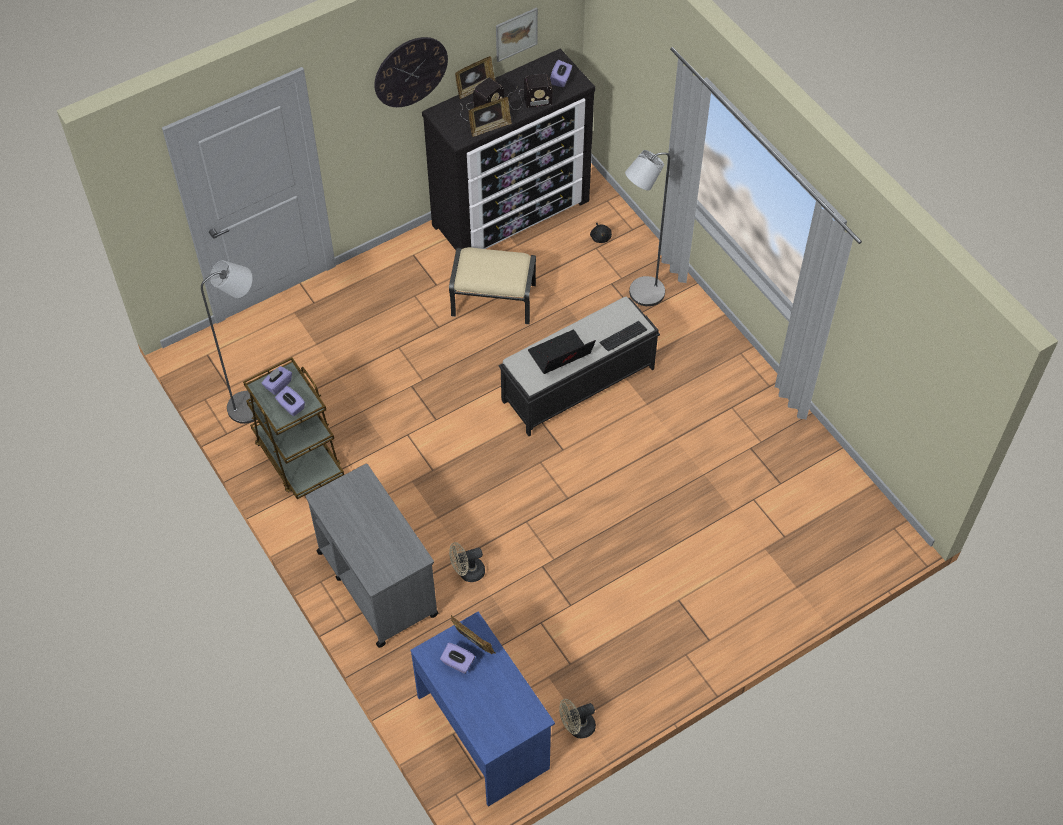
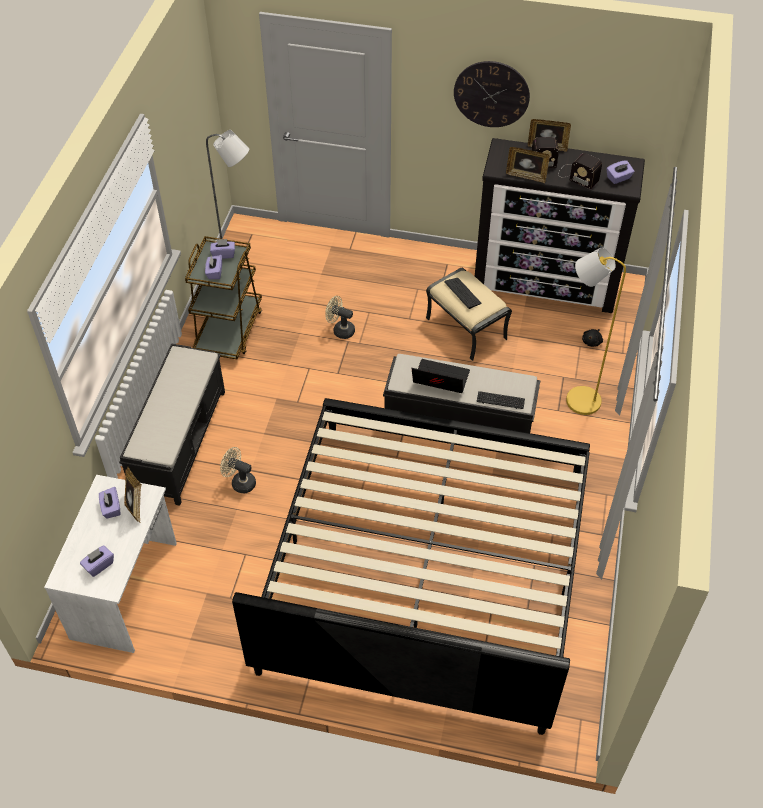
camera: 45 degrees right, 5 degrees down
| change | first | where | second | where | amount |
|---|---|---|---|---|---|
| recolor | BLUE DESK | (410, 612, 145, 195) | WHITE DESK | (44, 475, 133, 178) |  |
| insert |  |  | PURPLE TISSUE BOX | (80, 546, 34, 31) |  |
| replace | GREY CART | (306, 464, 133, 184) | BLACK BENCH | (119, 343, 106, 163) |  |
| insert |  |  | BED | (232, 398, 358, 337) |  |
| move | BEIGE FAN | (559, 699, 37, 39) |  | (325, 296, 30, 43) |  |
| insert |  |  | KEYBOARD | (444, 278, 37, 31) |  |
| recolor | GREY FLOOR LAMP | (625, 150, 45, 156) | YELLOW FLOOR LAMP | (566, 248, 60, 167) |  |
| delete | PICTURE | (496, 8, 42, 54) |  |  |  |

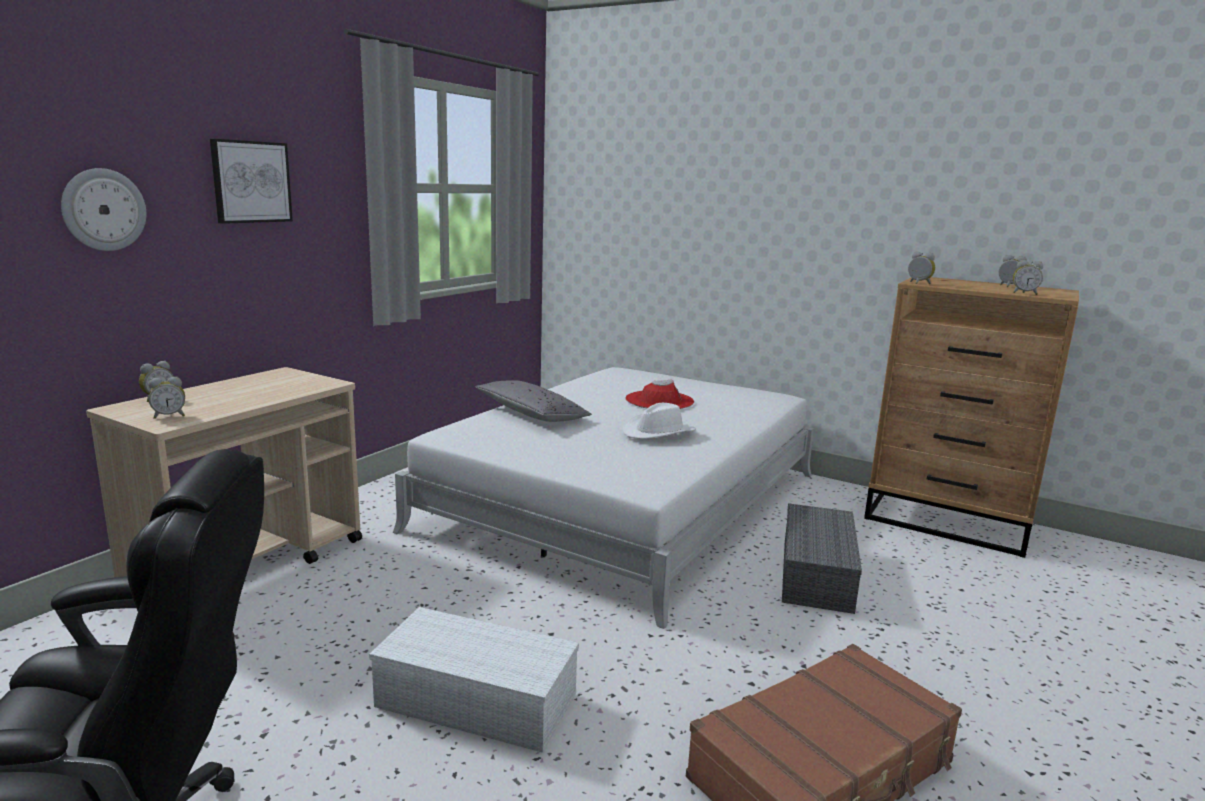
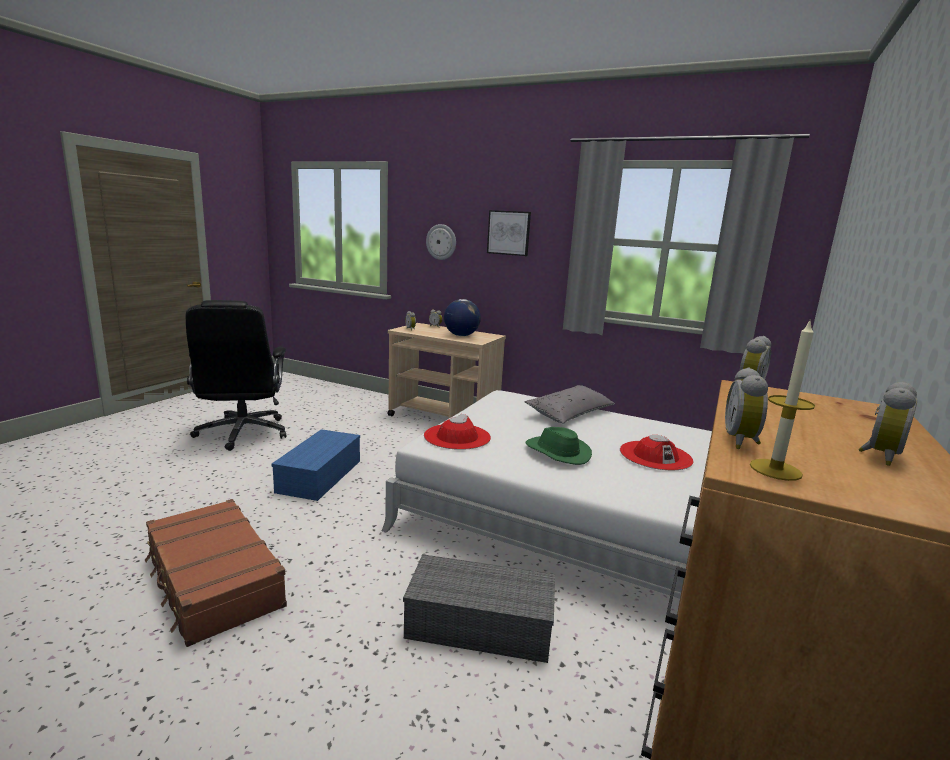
camera: 85 degrees right, 0 degrees up
| change | first | where | second | where | amount |
|---|---|---|---|---|---|
| recolor | WHITE STORAGE BOX | (369, 607, 210, 146) | BLUE STORAGE BOX | (271, 429, 89, 72) |  |
| insert |  |  | RED HAT | (424, 414, 67, 36) |  |
| insert |  |  | GLOBE | (444, 299, 37, 37) |  |
| recolor | WHITE HAT | (623, 403, 73, 36) | GREEN HAT | (526, 427, 66, 38) |  |
| insert |  |  | CANDLE | (750, 319, 65, 162) |  |

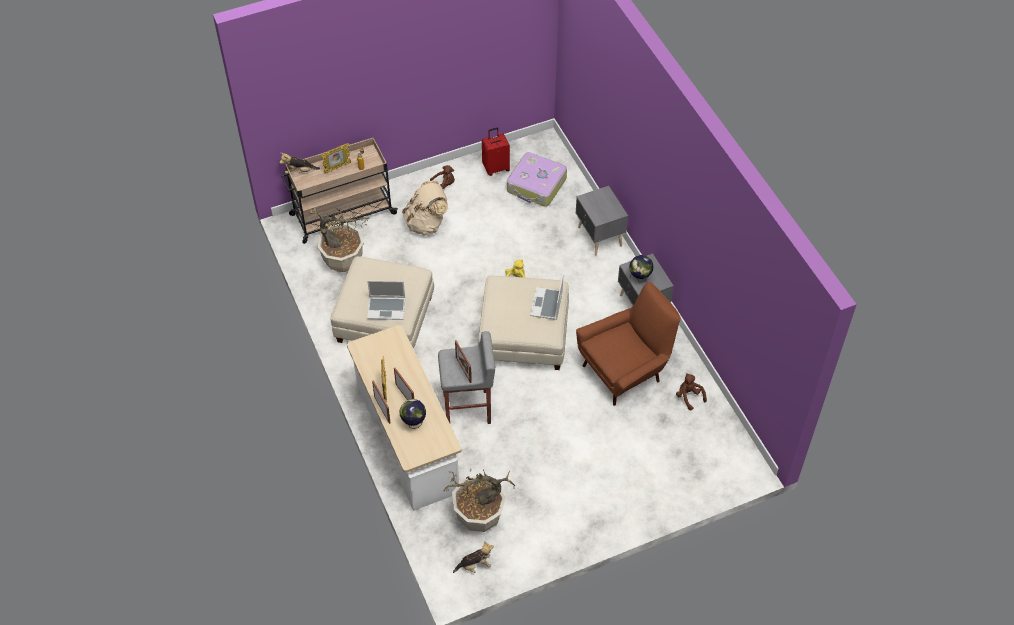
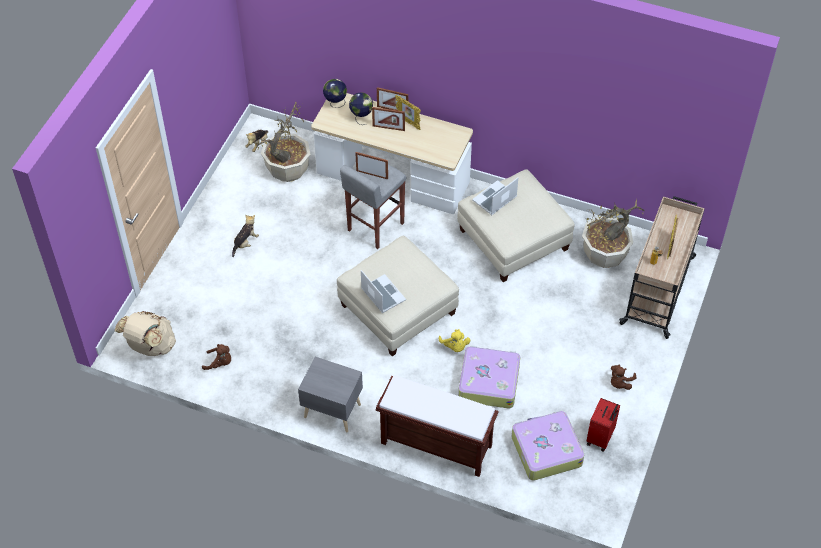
camera: 135 degrees right, 0 degrees up
| change | first | where | second | where | amount |
|---|---|---|---|---|---|
| move | BEIGE BACKPACK | (402, 181, 46, 55) |  | (115, 311, 61, 45) |  |
| move | PLUSH TOY | (279, 153, 41, 21) |  | (232, 215, 27, 42) |  |
| move | GLOBE | (629, 255, 24, 28) |  | (323, 79, 24, 29) |  |
| replace | GREY NIGHTSTAND | (576, 186, 52, 69) | BROWN BENCH | (376, 375, 123, 102) |  |
| insert |  |  | SUITCASE | (458, 346, 62, 62) |  |
| delete | BROWN ARMCHAIR | (576, 282, 105, 124) |  |  |  |

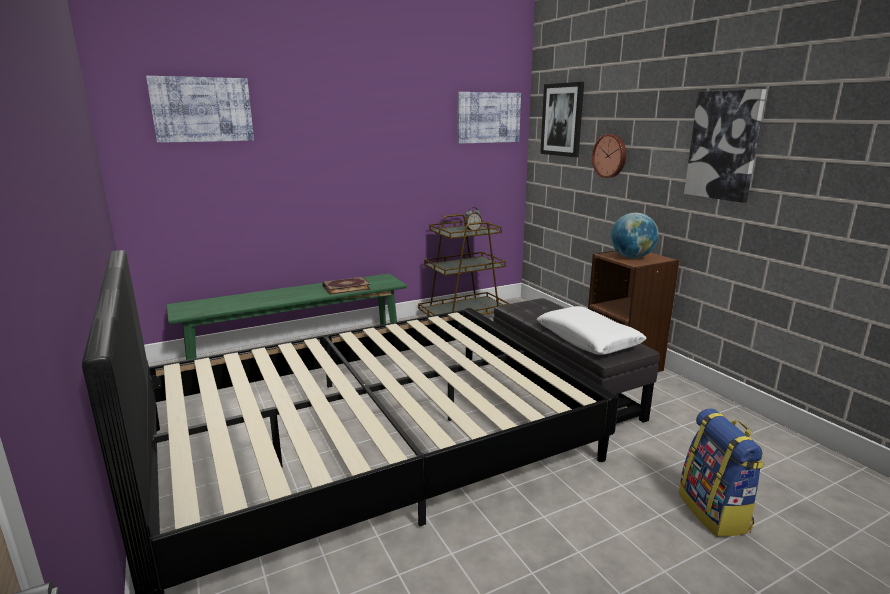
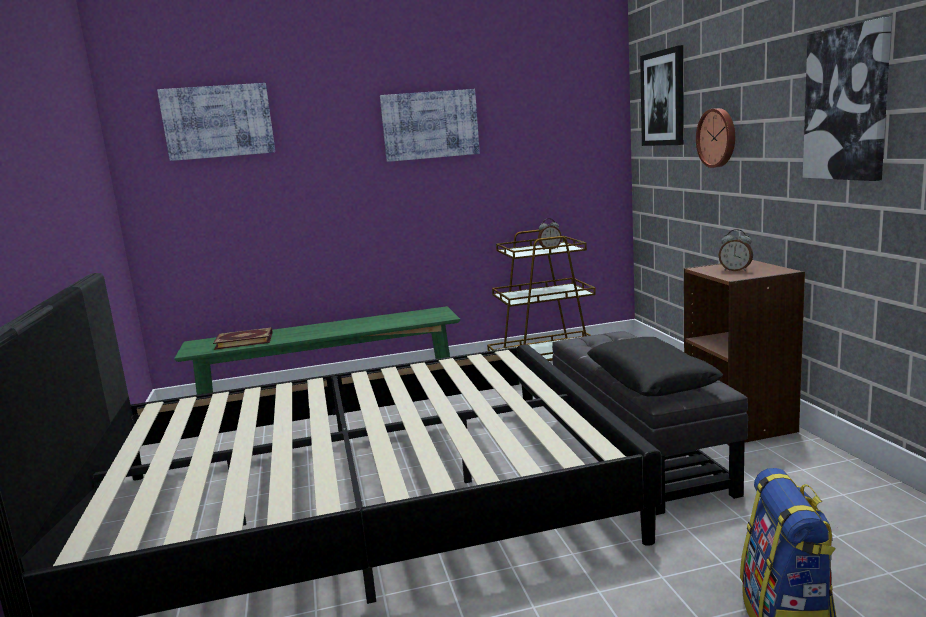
camera: 15 degrees right, 5 degrees down
| change | first | where | second | where | amount |
|---|---|---|---|---|---|
| move | BOOK | (323, 277, 48, 18) |  | (213, 327, 60, 23) |  |
| move | PICTURE | (457, 92, 64, 52) |  | (380, 89, 100, 73) |  |
| recolor | WHITE PILLOW | (537, 306, 110, 49) | BLACK PILLOW | (587, 337, 137, 59) |  |
| replace | GLOBE | (611, 213, 48, 45) | ALARM CLOCK | (719, 229, 34, 43) |  |

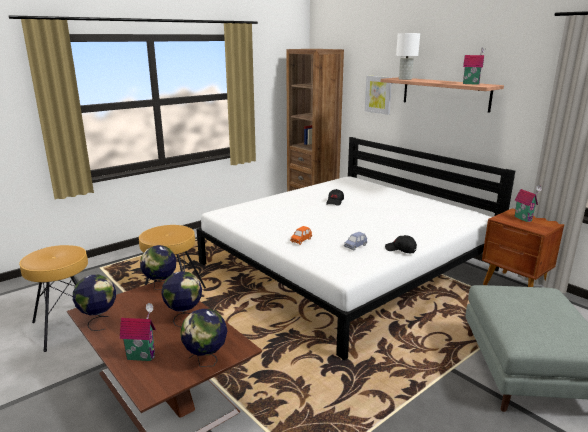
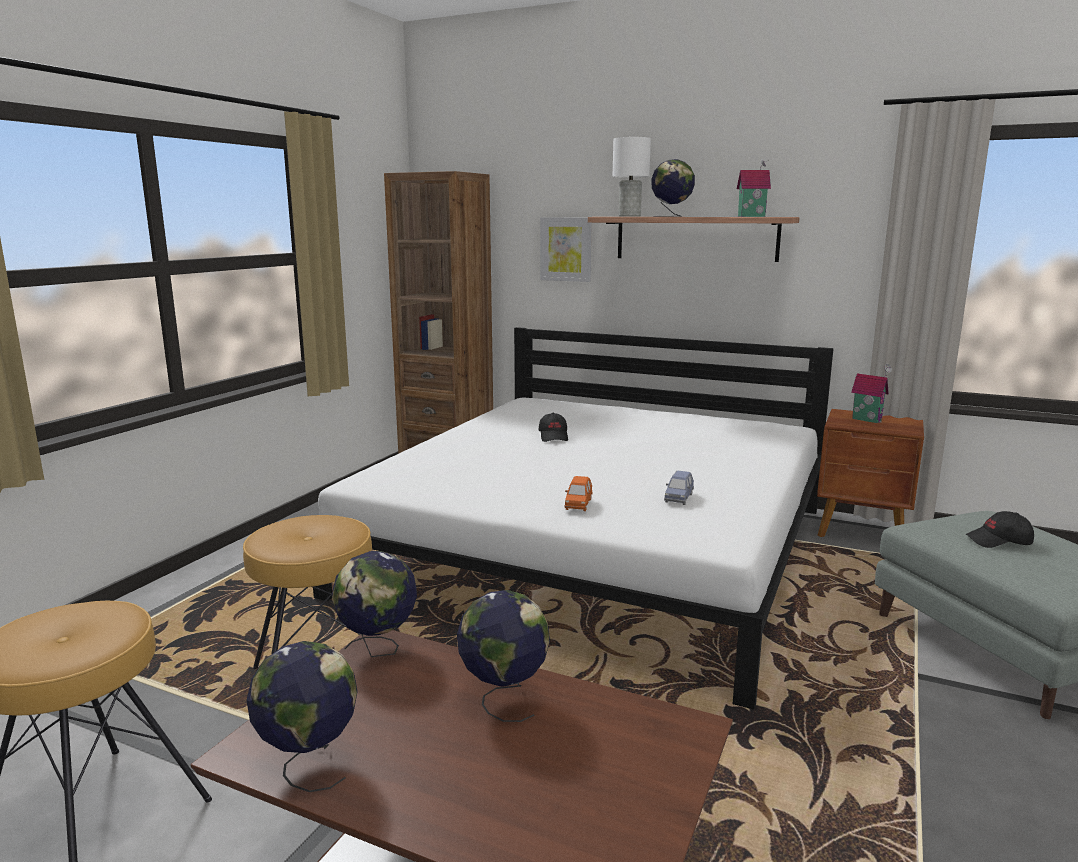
camera: 25 degrees left, 5 degrees down
| change | first | where | second | where | amount |
|---|---|---|---|---|---|
| move | GLOBE | (180, 309, 47, 58) |  | (651, 159, 44, 58) |  |
| move | BLACK CAP | (385, 235, 32, 18) |  | (965, 511, 69, 37) |  |
| delete | TOY HOUSE | (120, 303, 36, 58) |  |  |  |

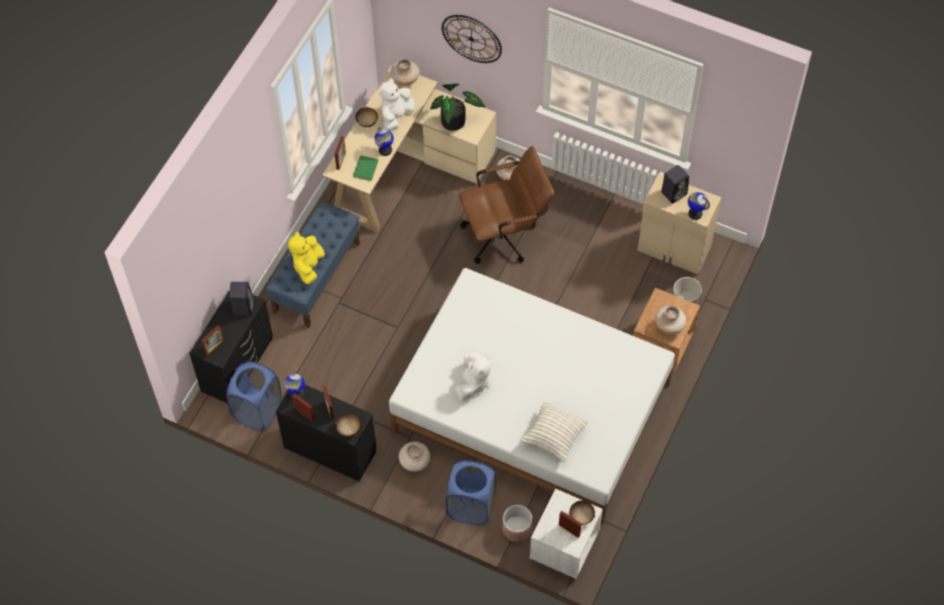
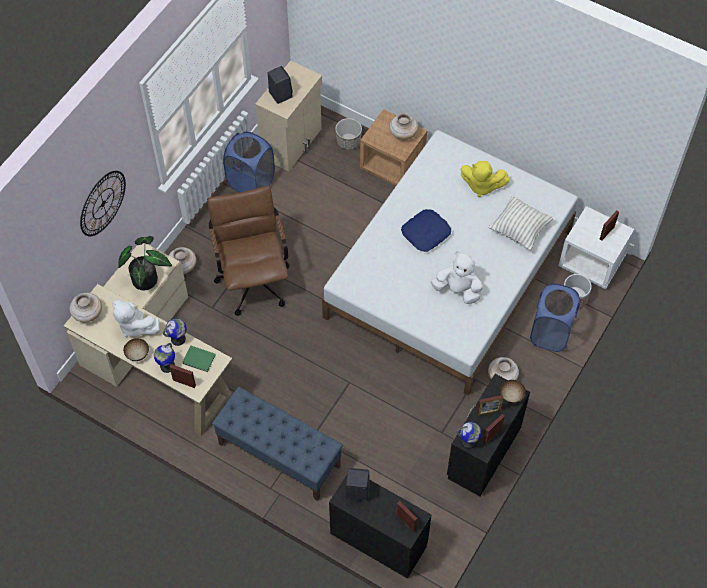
camera: 85 degrees left, 0 degrees up
| change | first | where | second | where | amount |
|---|---|---|---|---|---|
| move | GLOBE | (688, 192, 22, 28) |  | (154, 343, 21, 30) |  |
| move | BLUE LAUNDRY BASKET | (226, 361, 56, 69) |  | (223, 131, 52, 62) |  |
| insert |  |  | BLUE PILLOW | (401, 209, 50, 43) |  |
| move | YELLOW PLUSH TOY | (288, 231, 37, 53) |  | (460, 161, 50, 36) |  |
| delete | BOWL | (569, 501, 26, 24) |  |  |  |

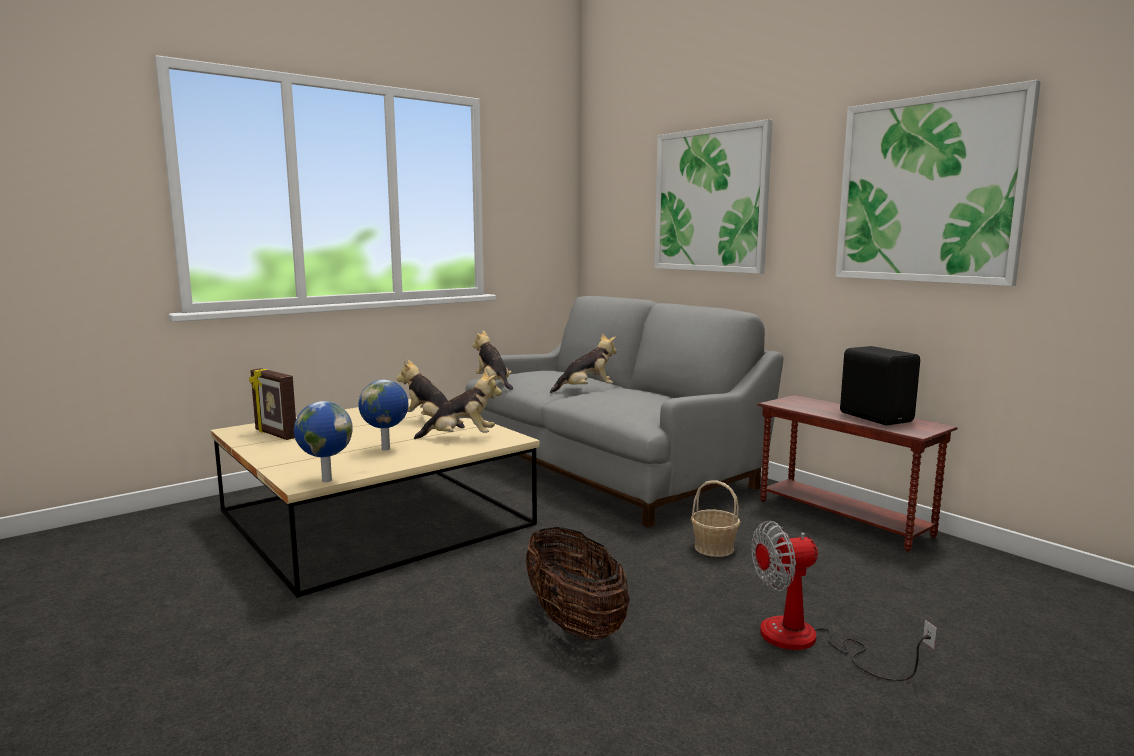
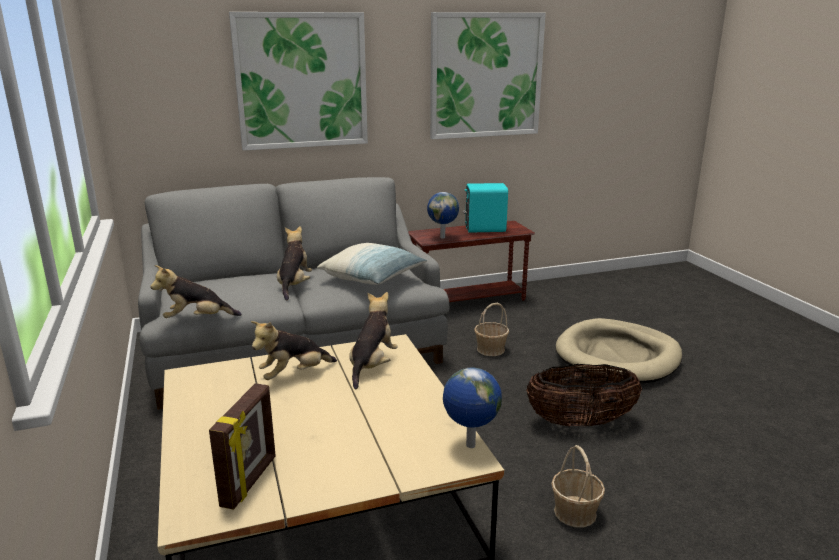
camera: 70 degrees left, 10 degrees up
| change | first | where | second | where | amount |
|---|---|---|---|---|---|
| rotate | PICTURE FRAME | (249, 368, 47, 72) |  | (209, 383, 67, 127) | 45 degrees counterclockwise |
| insert |  |  | PILLOW | (317, 243, 110, 42) |  |
| move | GLOBE | (359, 380, 49, 70) |  | (427, 192, 32, 47) |  |
| recolor | BLACK SPEAKER | (840, 346, 80, 79) | TURQUOISE SPEAKER | (463, 183, 45, 50) |  |
| insert |  |  | BASKET | (551, 445, 54, 82) |  |
| replace | FAN | (751, 521, 186, 160) | BEIGE DOG BED | (556, 318, 126, 66) |  |

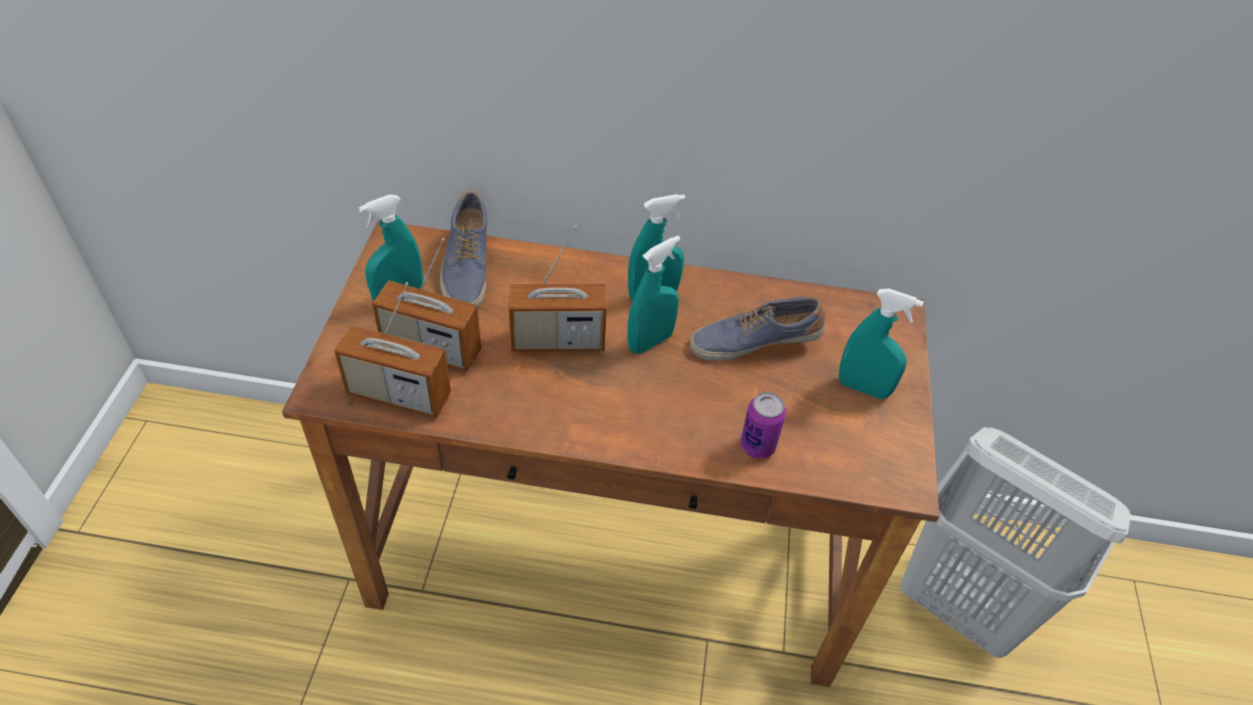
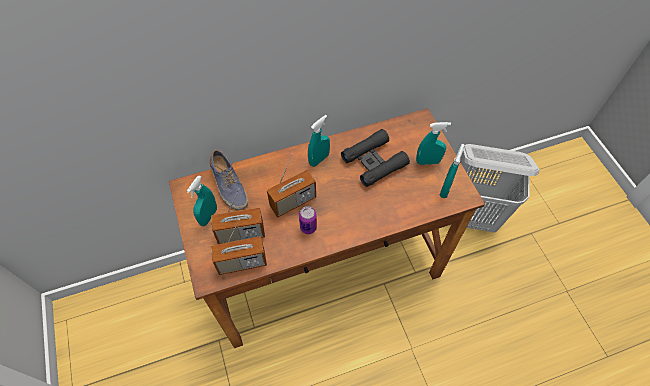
camera: 25 degrees left, 10 degrees up
| change | first | where | second | where | amount |
|---|---|---|---|---|---|
| move | CAN | (740, 392, 46, 67) |  | (299, 206, 18, 28) |  |
| replace | SHOE | (690, 296, 136, 65) | BLACK BINOCULARS | (341, 129, 69, 58) |  |
| move | TURQUOISE SPRAY BOTTLE | (628, 236, 53, 118) |  | (440, 144, 24, 54) |  |

